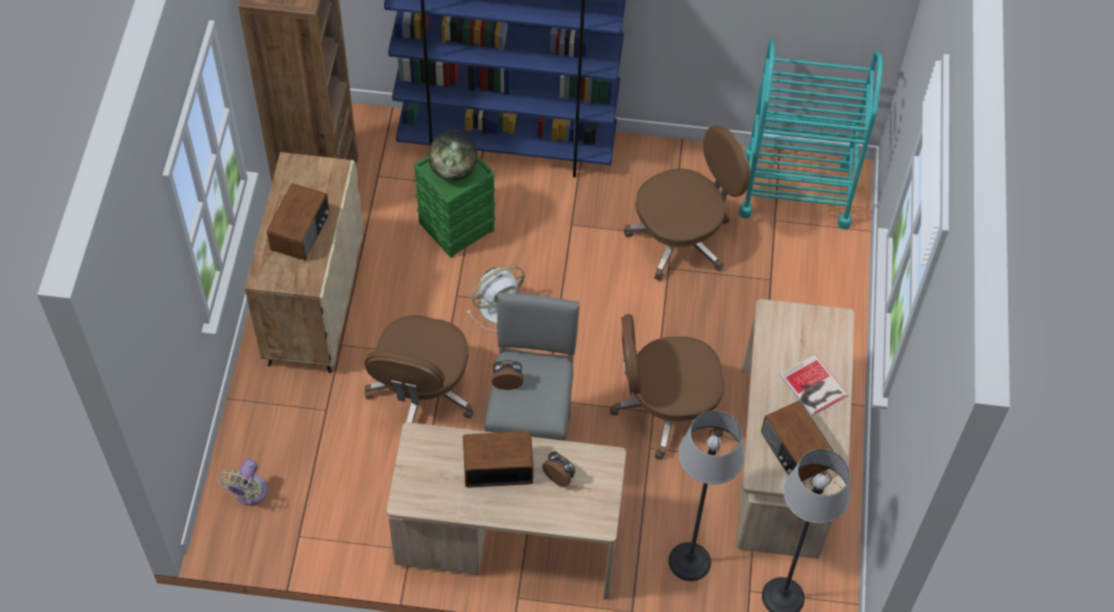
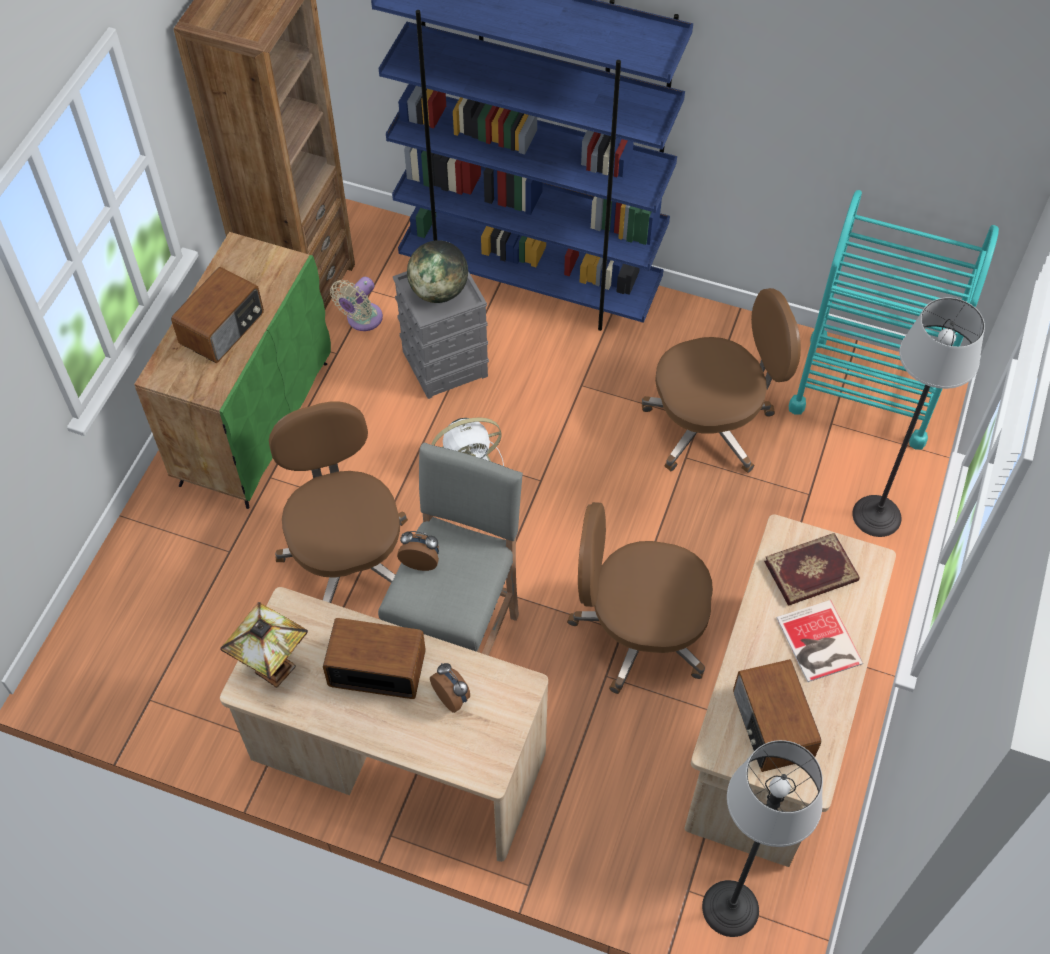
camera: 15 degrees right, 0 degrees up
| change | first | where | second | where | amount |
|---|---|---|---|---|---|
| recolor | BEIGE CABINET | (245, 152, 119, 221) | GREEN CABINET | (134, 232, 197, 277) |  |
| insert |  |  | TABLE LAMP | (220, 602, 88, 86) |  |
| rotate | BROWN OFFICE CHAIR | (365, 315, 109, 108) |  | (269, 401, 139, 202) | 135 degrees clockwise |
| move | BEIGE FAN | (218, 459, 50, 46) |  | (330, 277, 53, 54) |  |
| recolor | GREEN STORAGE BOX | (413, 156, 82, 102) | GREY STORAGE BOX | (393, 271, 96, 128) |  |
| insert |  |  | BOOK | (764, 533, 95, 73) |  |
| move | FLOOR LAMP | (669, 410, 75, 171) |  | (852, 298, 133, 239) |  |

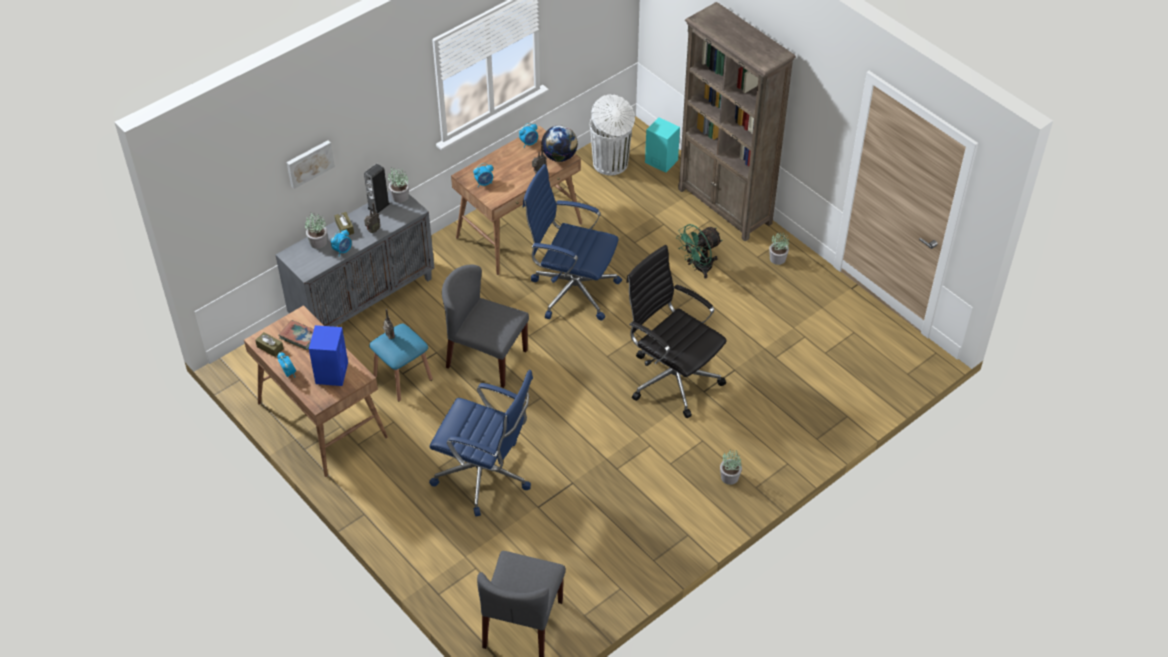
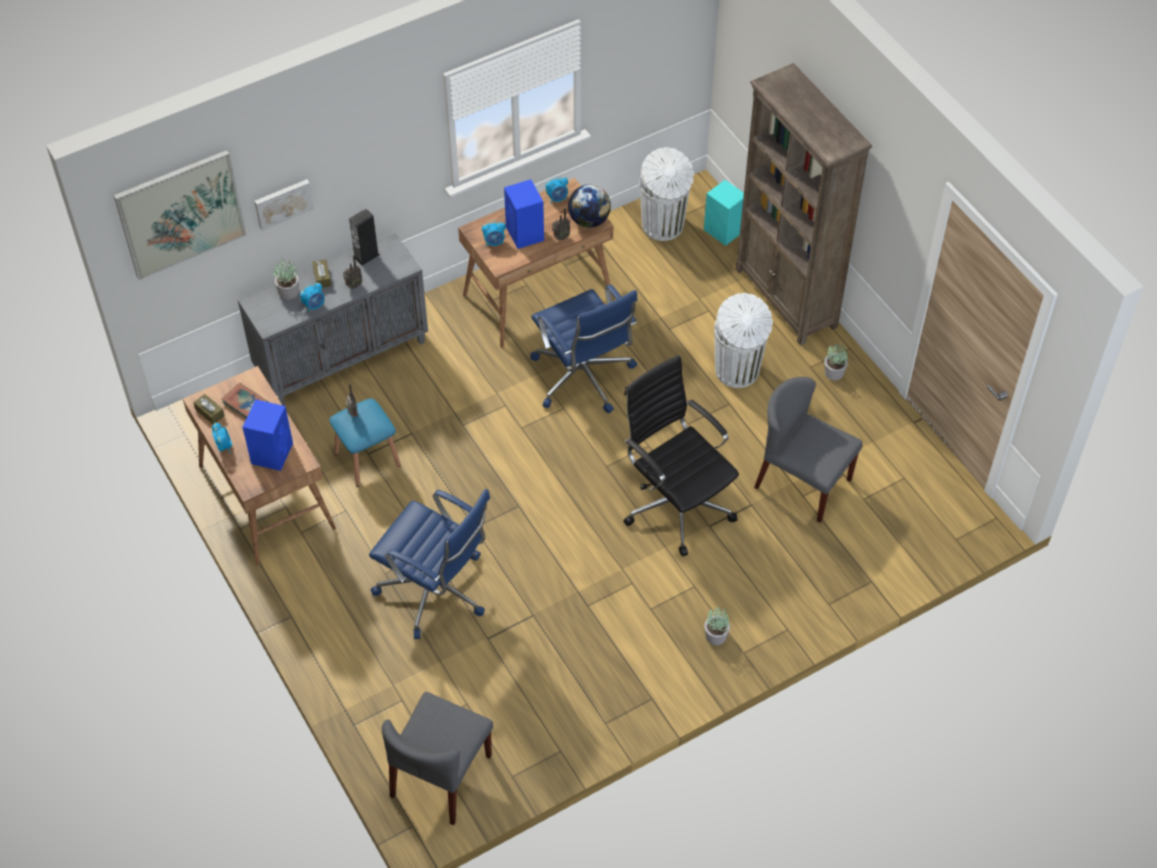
camera: 10 degrees right, 5 degrees up
| change | first | where | second | where | amount |
|---|---|---|---|---|---|
| insert |  |  | PICTURE | (114, 150, 132, 130) |  |
| insert |  |  | BLUE SPEAKER | (504, 179, 40, 70) |  |
| rotate | BLUE OFFICE CHAIR | (523, 164, 99, 156) |  | (530, 284, 108, 129) | 150 degrees counterclockwise |
| replace | GREEN FAN | (676, 224, 46, 55) | WHITE TRASH CAN | (714, 293, 59, 95) |  |
| move | GREY CHAIR | (442, 265, 87, 123) |  | (754, 377, 109, 146) |  |
| delete | POTTED PLANT | (388, 167, 21, 36) |  |  |  |

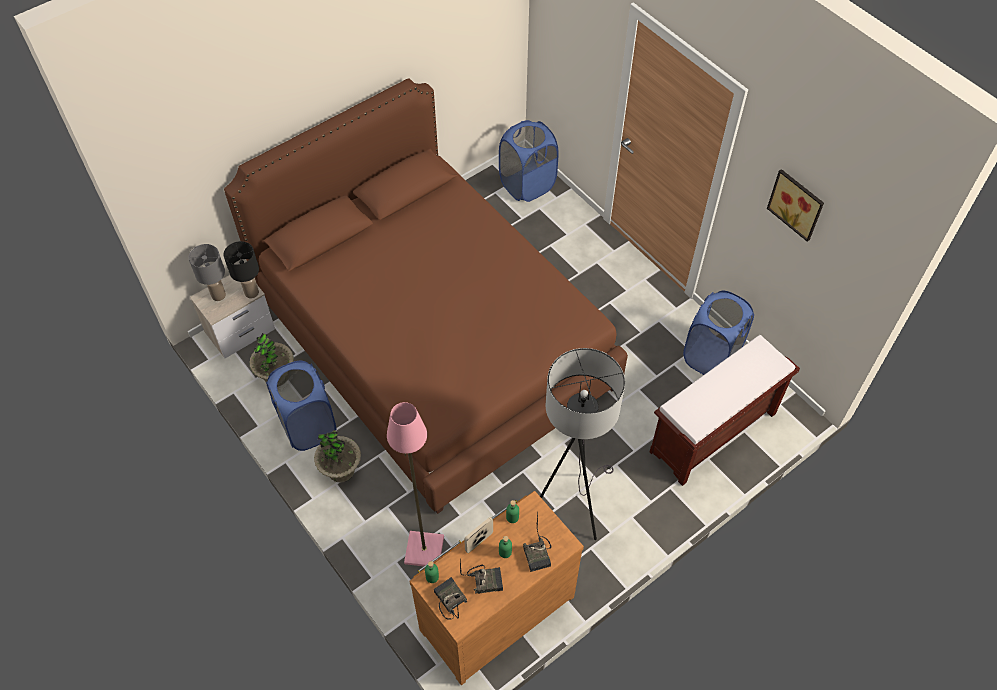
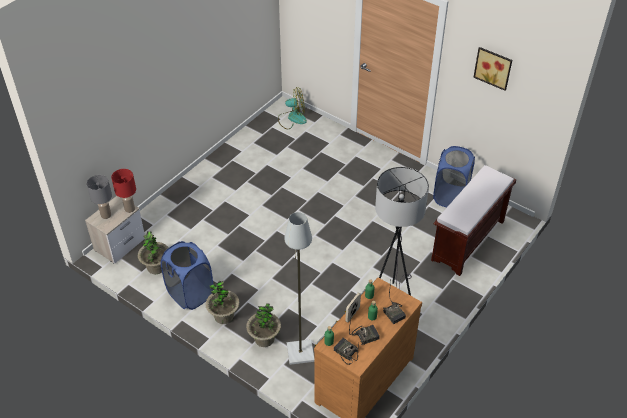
camera: 15 degrees left, 10 degrees down
| change | first | where | second | where | amount |
|---|---|---|---|---|---|
| recolor | BLACK TABLE LAMP | (224, 241, 35, 58) | RED TABLE LAMP | (111, 169, 25, 44) |  |
| insert |  |  | POTTED PLANT | (246, 303, 35, 44) |  |
| replace | BLUE LAUNDRY BASKET | (499, 120, 60, 82) | FAN | (278, 87, 29, 42) |  |
| recolor | PINK FLOOR LAMP | (387, 402, 57, 164) | GREY FLOOR LAMP | (284, 212, 30, 153) |  |
| delete | BROWN BED | (224, 78, 404, 436) |  |  |  |

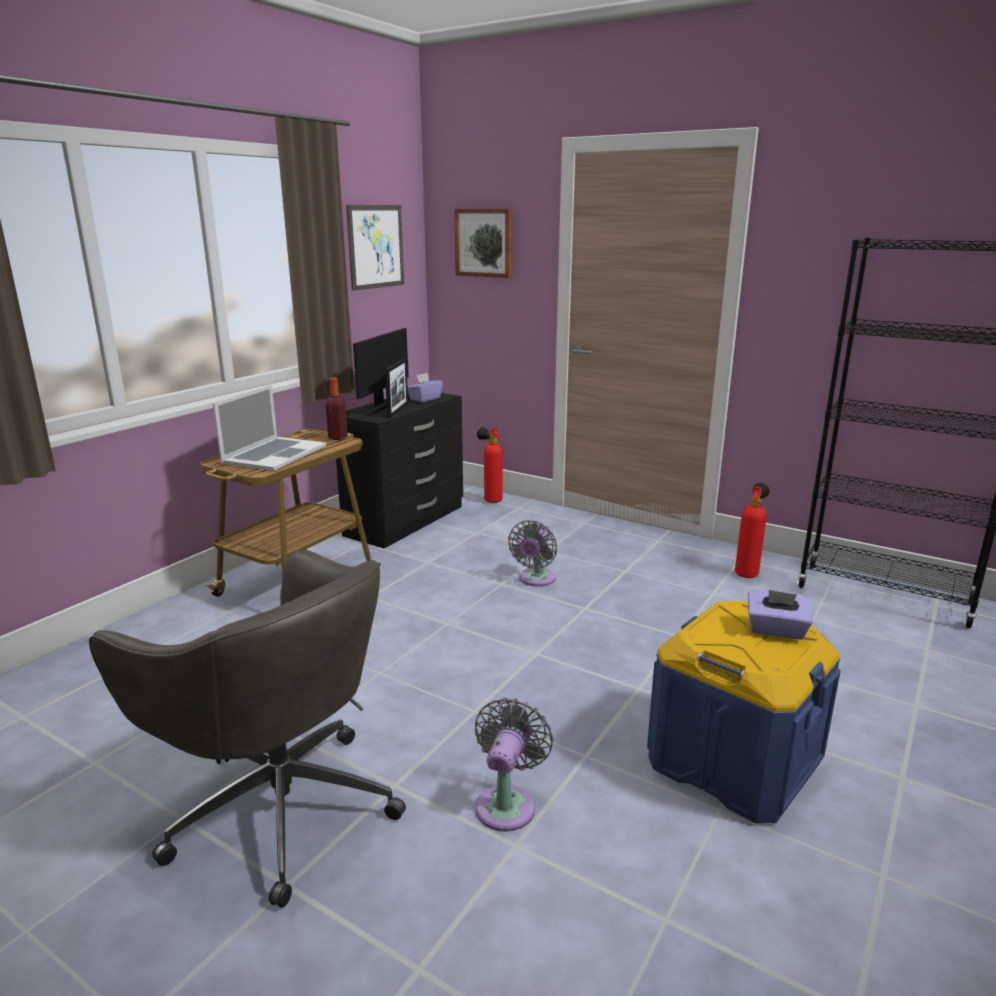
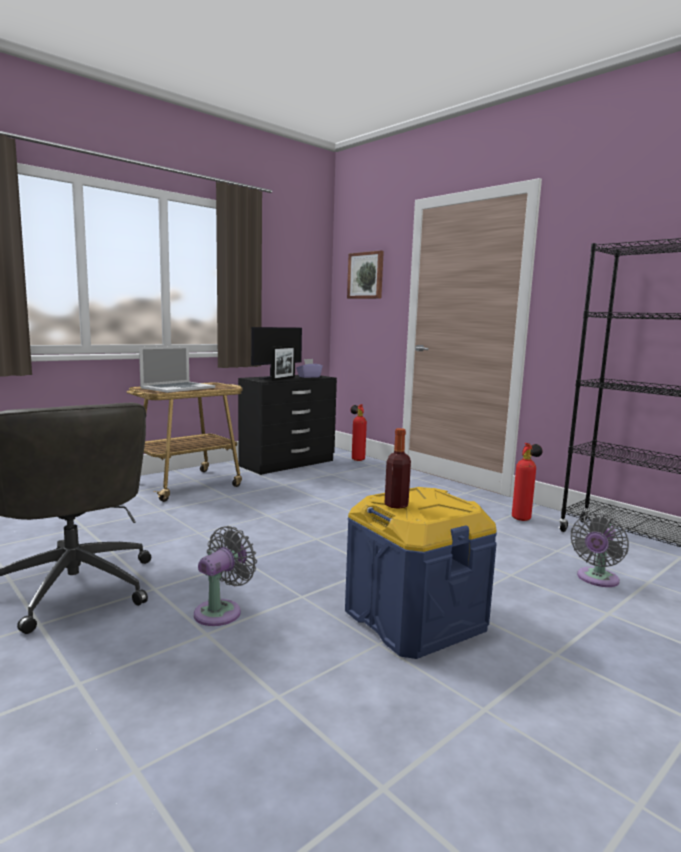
camera: 15 degrees right, 10 degrees down
| change | first | where | second | where | amount |
|---|---|---|---|---|---|
| move | BOTTLE | (326, 377, 21, 63) |  | (384, 428, 27, 81) |  |
| move | GREY FAN | (508, 520, 49, 67) |  | (571, 514, 58, 73) |  |
| delete | PICTURE | (346, 205, 58, 86) |  |  |  |
| delete | PURPLE TISSUE BOX | (748, 590, 65, 50) |  |  |  |

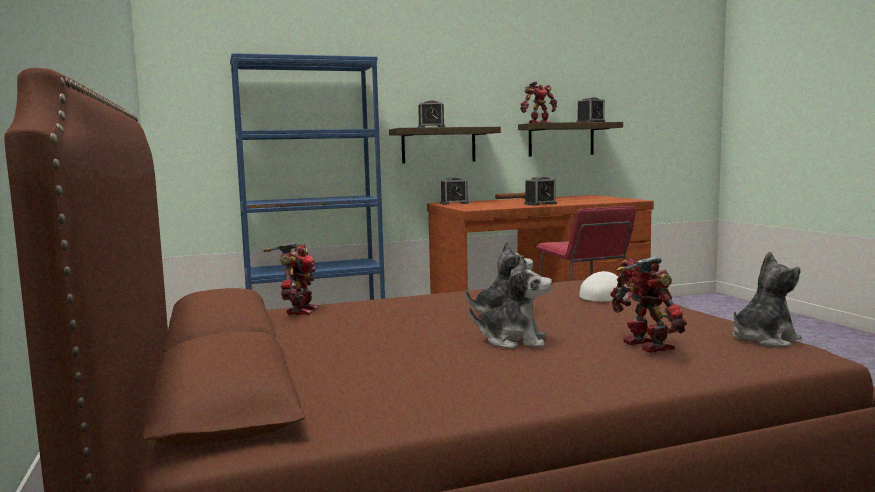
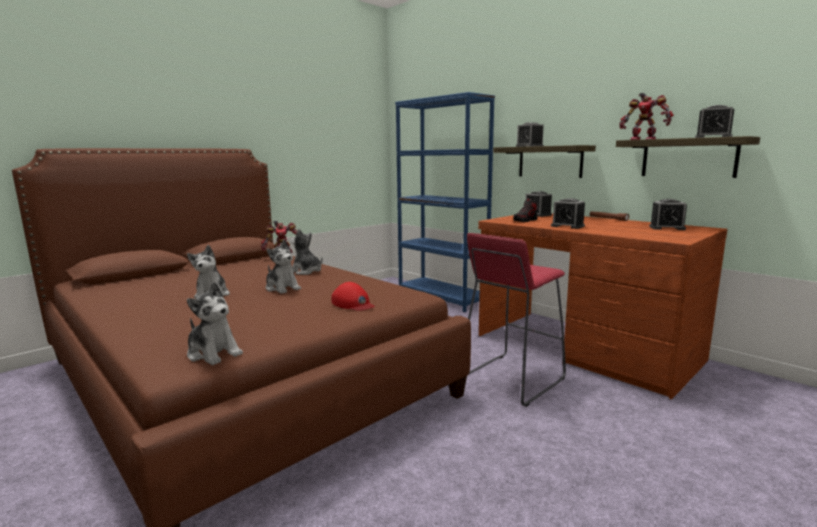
camera: 65 degrees right, 5 degrees up
| change | first | where | second | where | amount |
|---|---|---|---|---|---|
| insert |  |  | PLUSH TOY | (291, 229, 32, 46) |  |
| recolor | WHITE CAP | (579, 271, 53, 31) | RED CAP | (331, 282, 44, 29) |  |
| insert |  |  | SHOE | (513, 199, 24, 23) |  |
| insert |  |  | ALARM CLOCK | (649, 199, 38, 31) |  |
| delete | TOY ROBOT | (610, 256, 77, 97) |  |  |  |

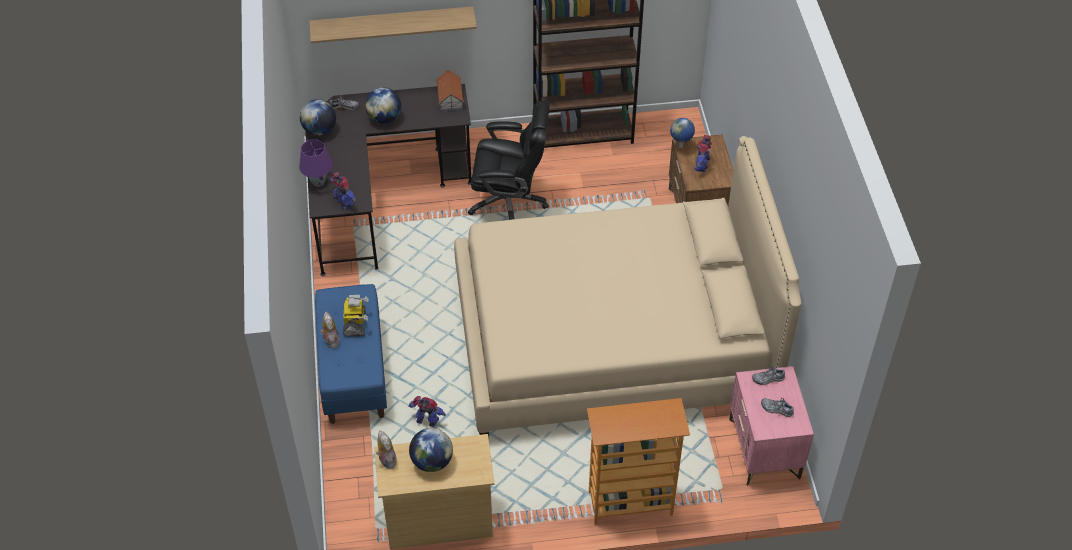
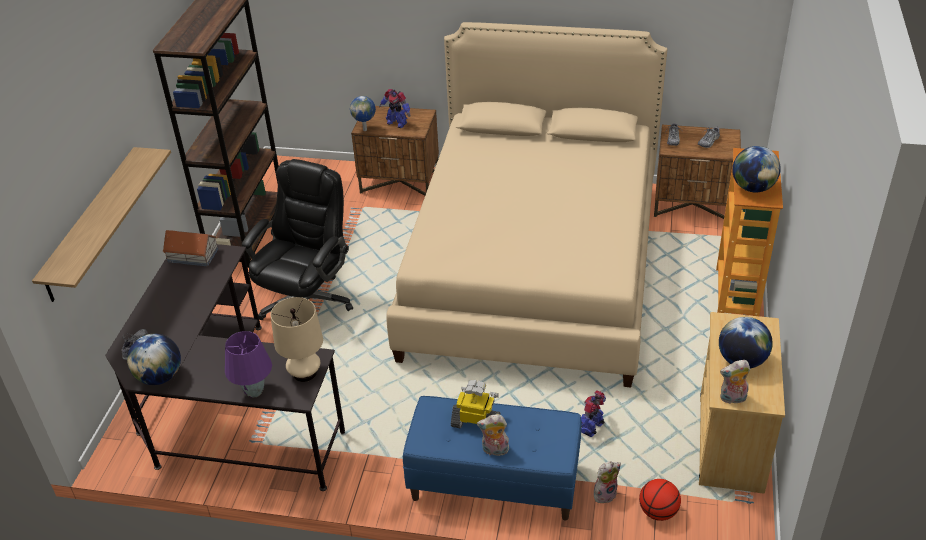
camera: 70 degrees left, 10 degrees down
| change | first | where | second | where | amount |
|---|---|---|---|---|---|
| replace | TOY ROBOT | (331, 172, 25, 37) | BEIGE TABLE LAMP | (271, 297, 52, 85) |  |
| insert |  |  | PLUSH TOY | (594, 461, 27, 42) |  |
| insert |  |  | BASKETBALL | (639, 479, 42, 42) |  |
| recolor | PINK NIGHTSTAND | (729, 366, 85, 120) | BROWN NIGHTSTAND | (654, 125, 87, 94) |  |
| move | GLOBE | (365, 87, 36, 37) |  | (732, 146, 49, 47) |  |

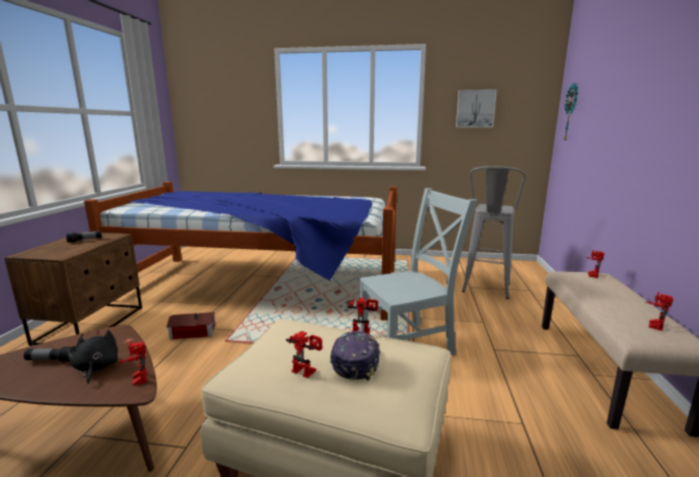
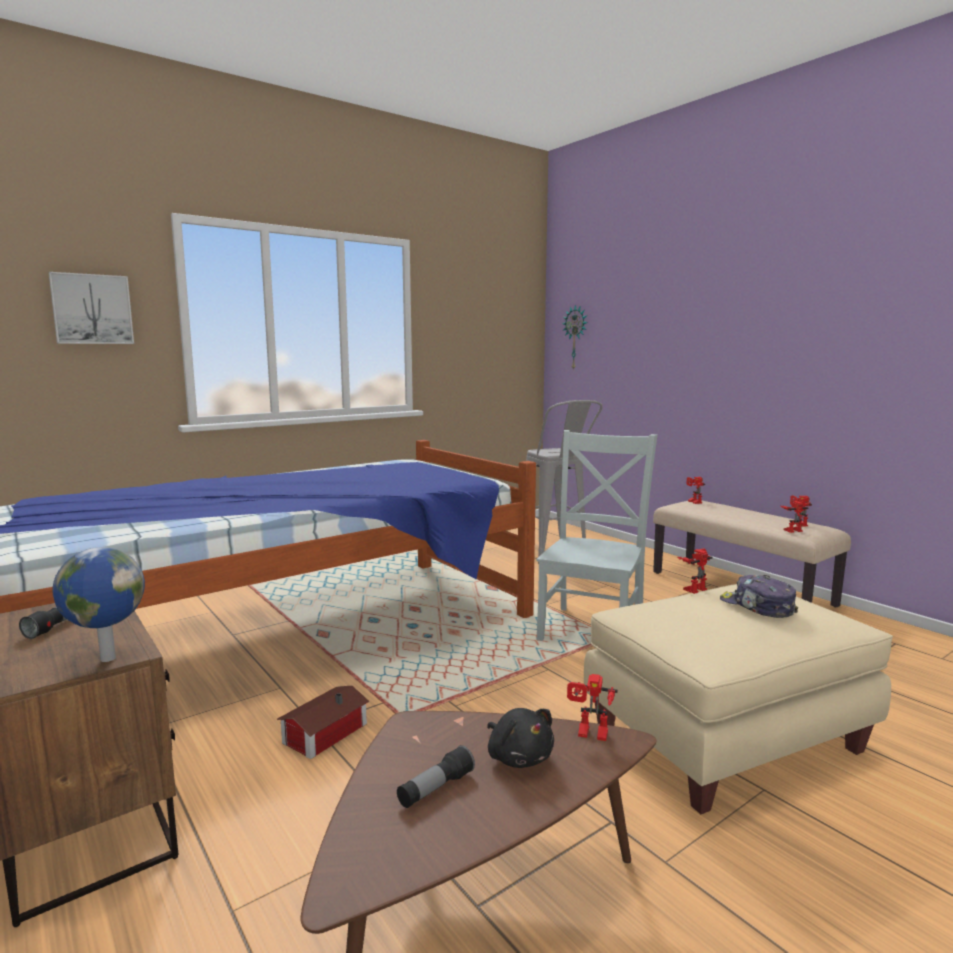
camera: 45 degrees left, 5 degrees down
| change | first | where | second | where | amount |
|---|---|---|---|---|---|
| move | PICTURE | (456, 89, 41, 39) |  | (48, 272, 86, 72) |  |
| insert |  |  | GLOBE | (53, 547, 92, 115) |  |
| rotate | BLACK PLUSH TOY | (71, 330, 47, 54) |  | (487, 708, 67, 60) | 150 degrees counterclockwise |
| move | TOY ROBOT | (286, 331, 36, 47) |  | (780, 501, 28, 32) |  |

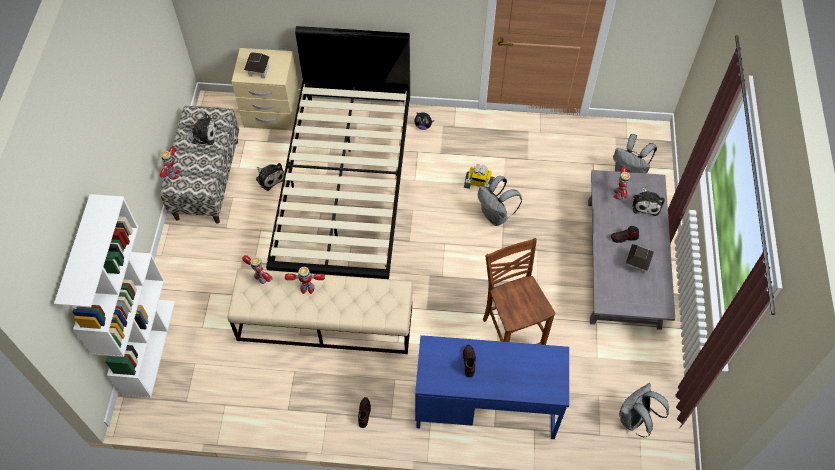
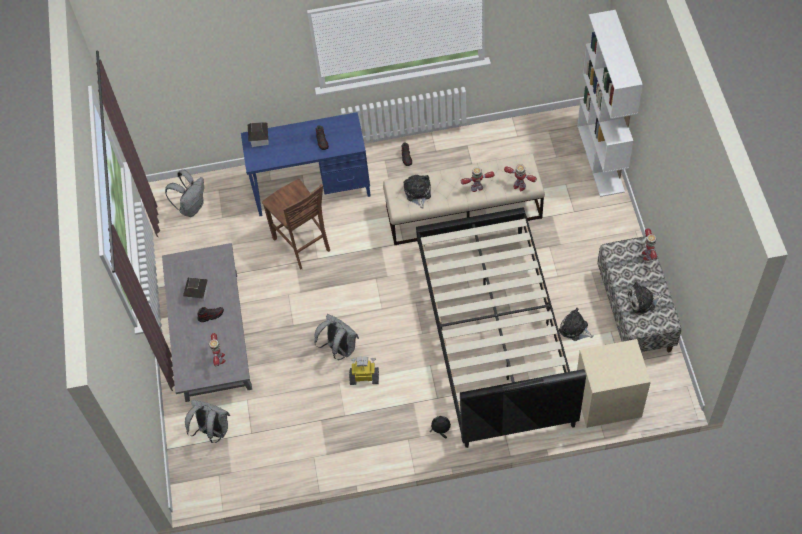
camera: 170 degrees right, 0 degrees up
| change | first | where | second | where | amount |
|---|---|---|---|---|---|
| move | TOY HOUSE | (244, 52, 25, 26) |  | (248, 122, 21, 25) |  |
| move | PLUSH TOY | (632, 187, 33, 29) |  | (403, 175, 28, 34) |  |

